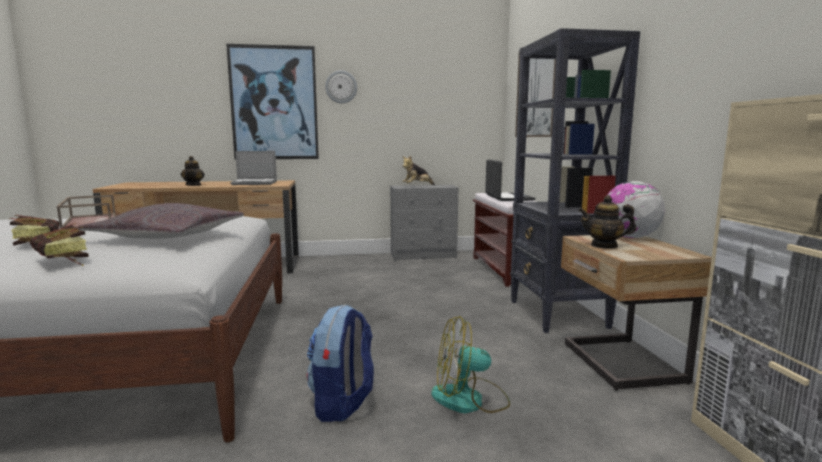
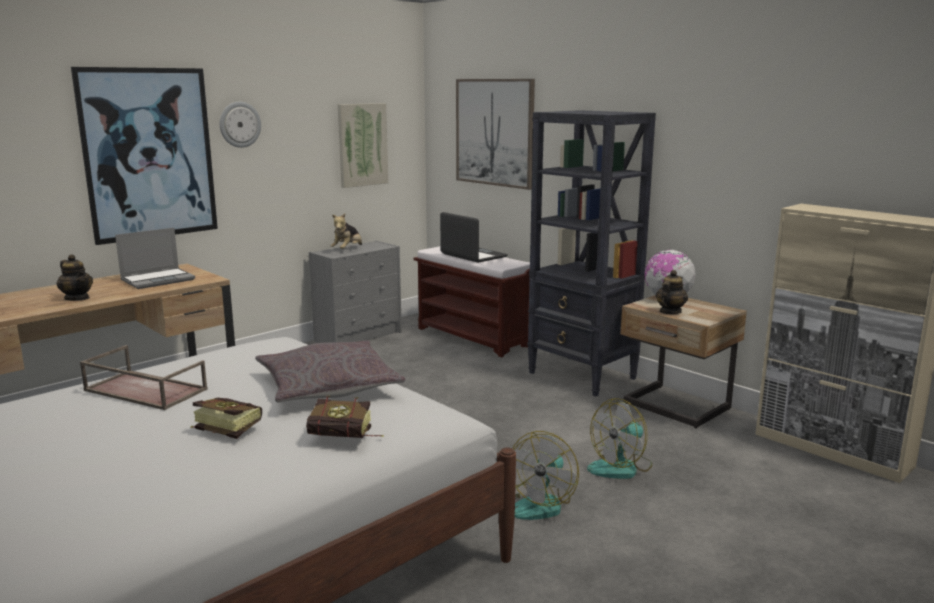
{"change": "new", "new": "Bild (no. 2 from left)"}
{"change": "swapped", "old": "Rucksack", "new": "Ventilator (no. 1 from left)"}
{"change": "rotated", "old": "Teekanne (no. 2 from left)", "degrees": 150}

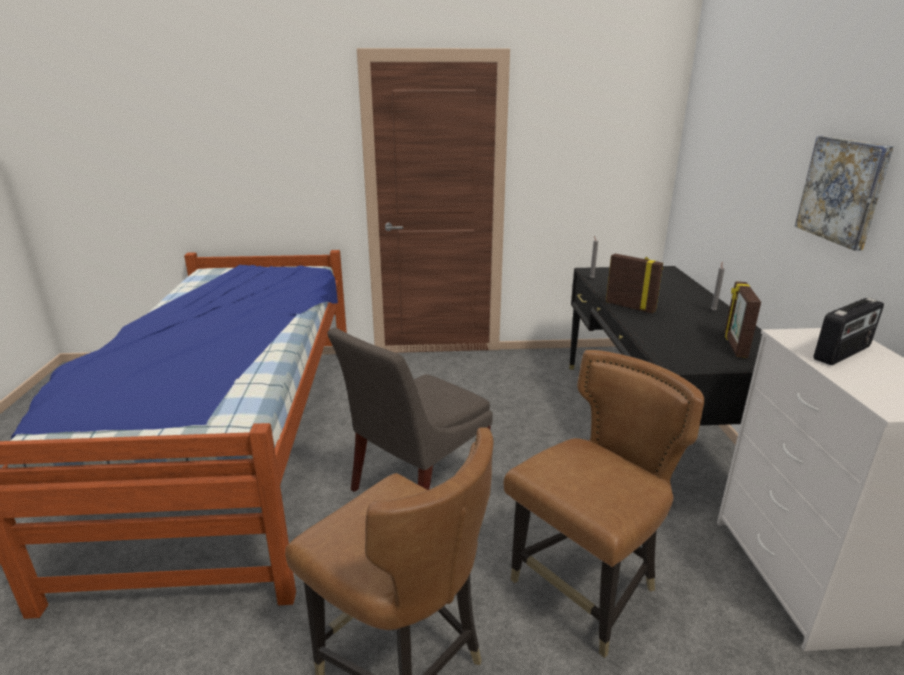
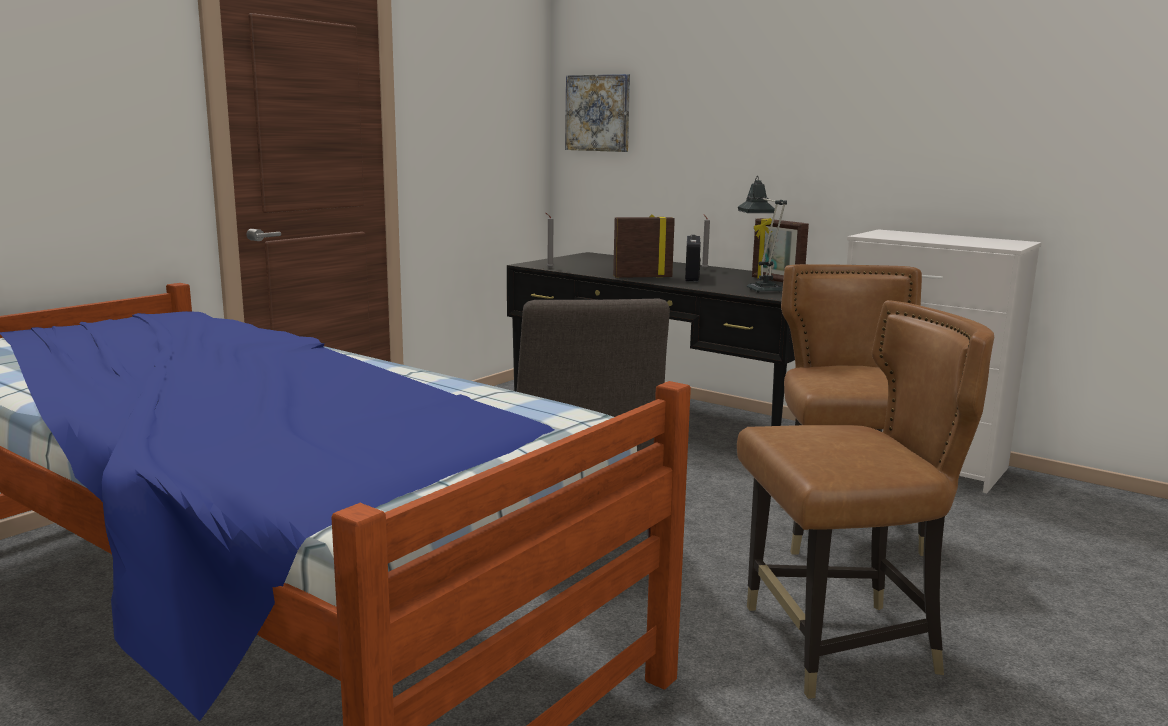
{"change": "shifted", "old": "Bild"}
{"change": "shifted", "old": "Radio"}
{"change": "new", "new": "Tischlampe"}

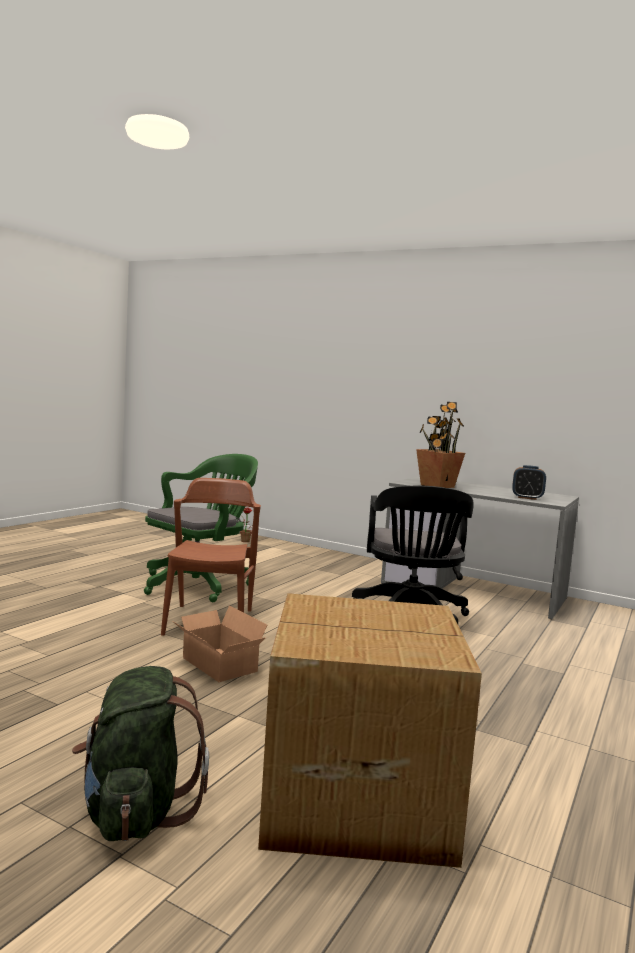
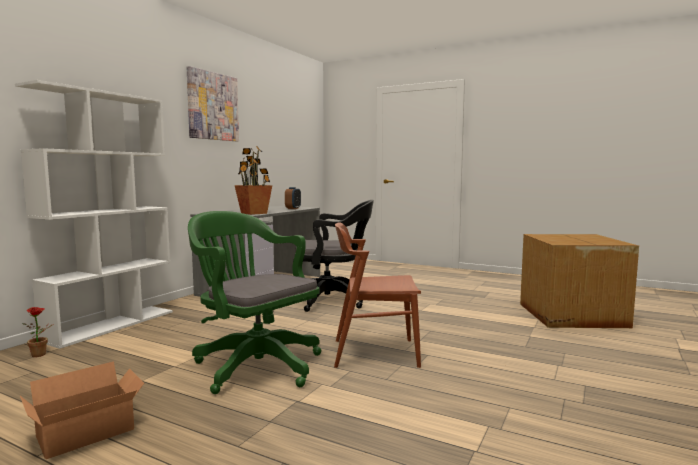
{"change": "new", "new": "Bücherregal (weiß)"}
{"change": "shifted", "old": "Karton (no. 1 from left)"}
{"change": "new", "new": "Bild"}
{"change": "gone", "old": "Rucksack (grün)"}

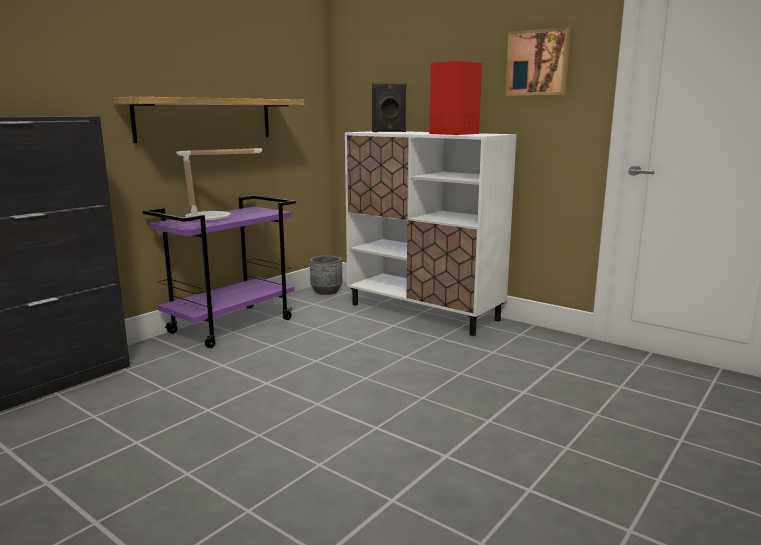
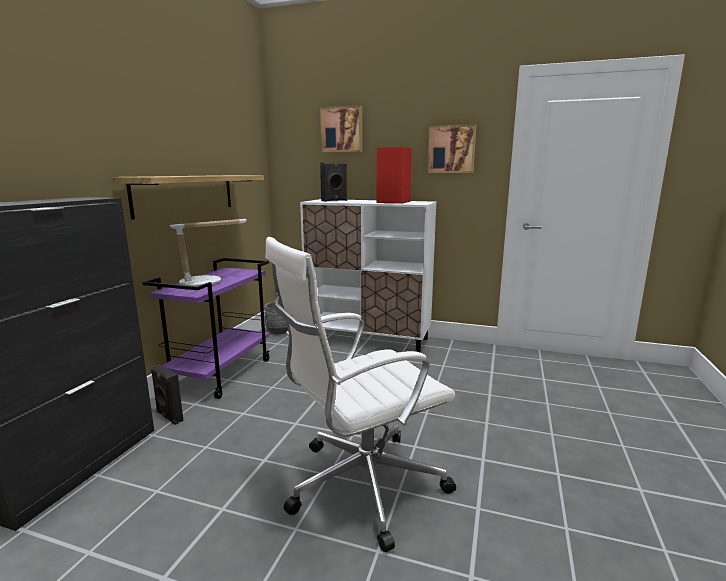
{"change": "new", "new": "Lautsprecher (schwarz) (no. 1 from left)"}
{"change": "new", "new": "Bürostuhl (weiß)"}
{"change": "new", "new": "Bild (no. 1 from left)"}

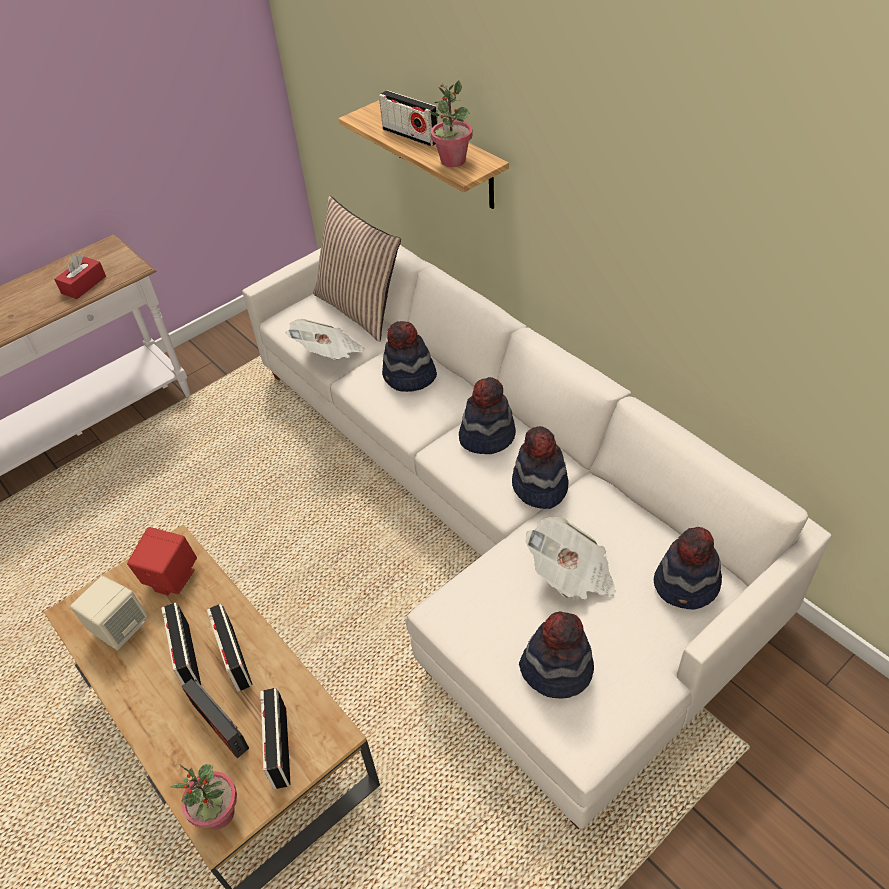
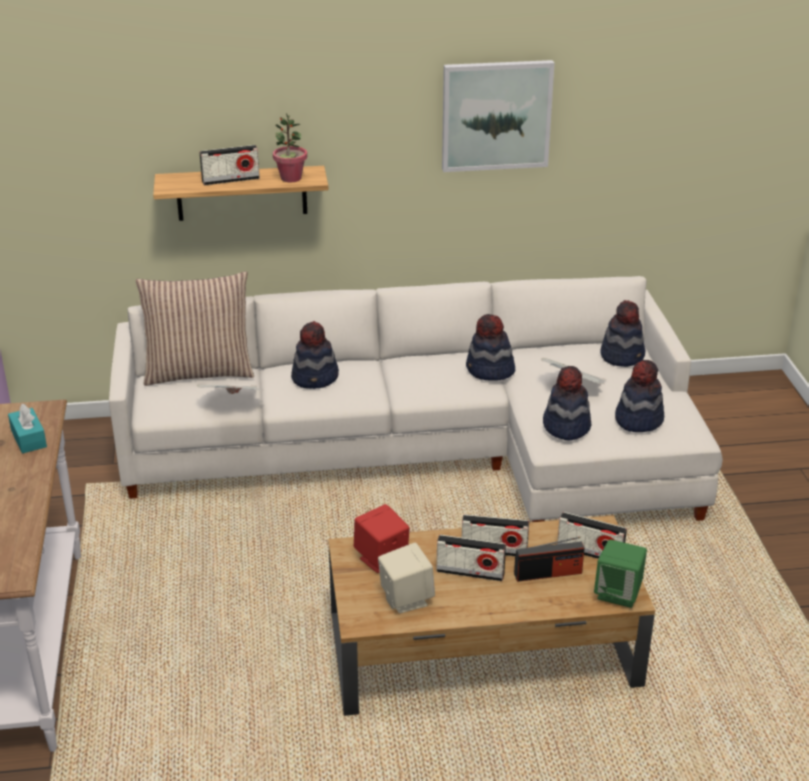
{"change": "repainted", "old": "Taschentuchbox (rot)", "new": "Taschentuchbox (türkis)"}
{"change": "new", "new": "Bild"}
{"change": "shifted", "old": "Hut (no. 2 from left in the first image)", "new": "Hut (no. 3 from left)"}
{"change": "swapped", "old": "Topfpflanze (no. 1 from left)", "new": "Lautsprecher (grün)"}

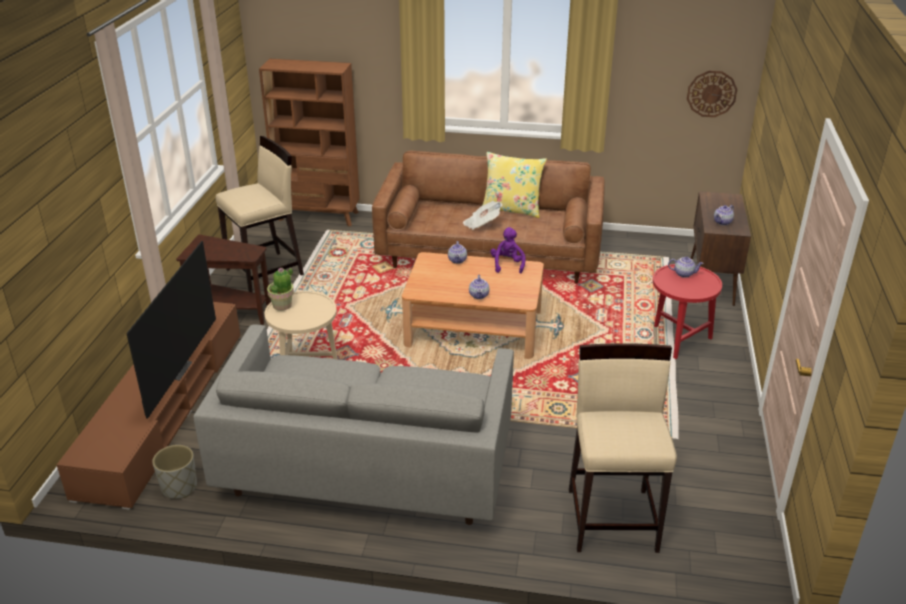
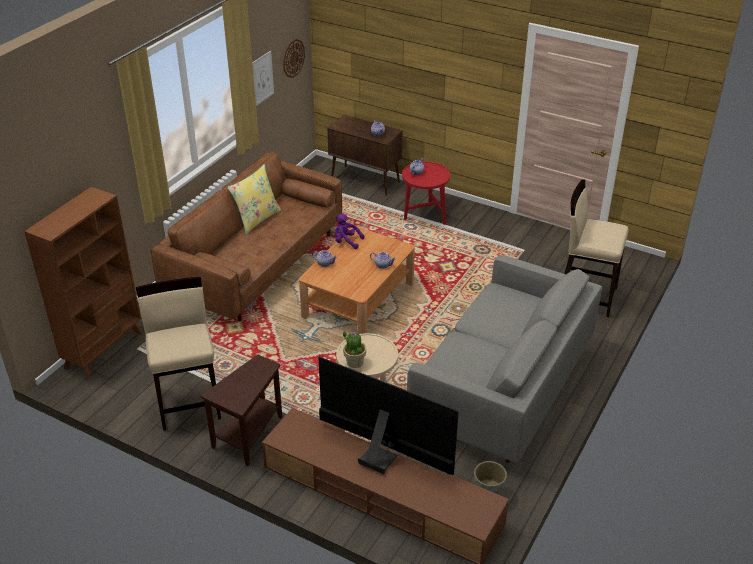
{"change": "new", "new": "Bild"}
{"change": "gone", "old": "Zeitung"}

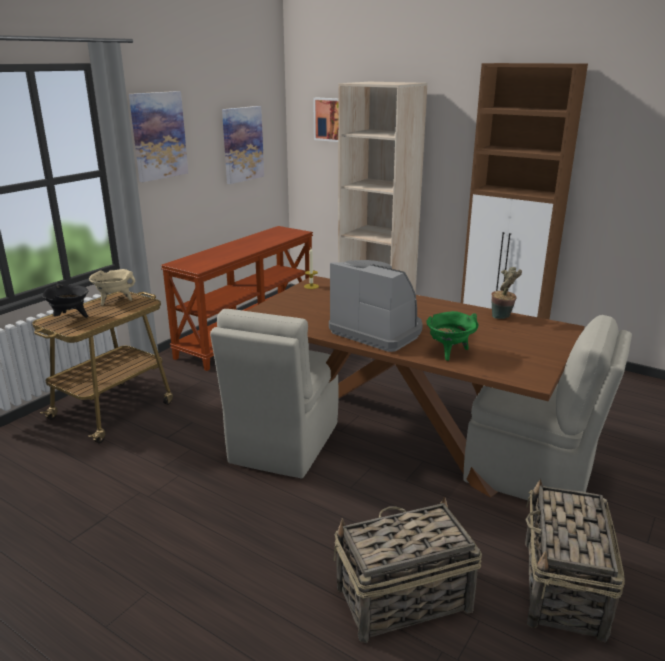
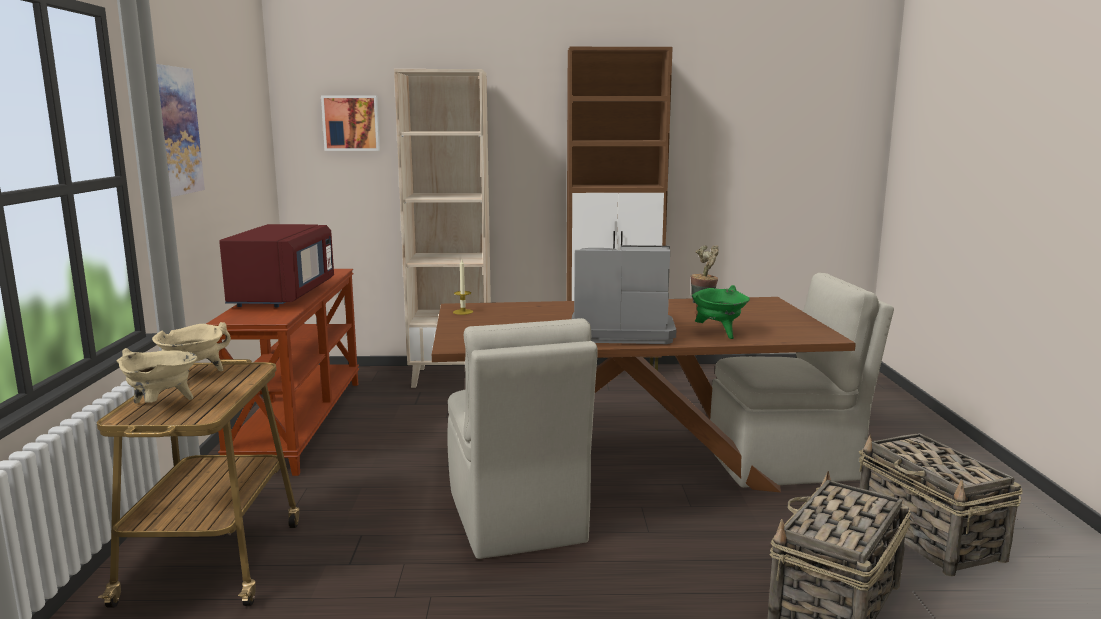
{"change": "repainted", "old": "Kochtopf (schwarz)", "new": "Kochtopf (beige) (no. 1 from left)"}
{"change": "new", "new": "Mikrowelle (rot)"}
{"change": "gone", "old": "Bild (no. 2 from left)"}

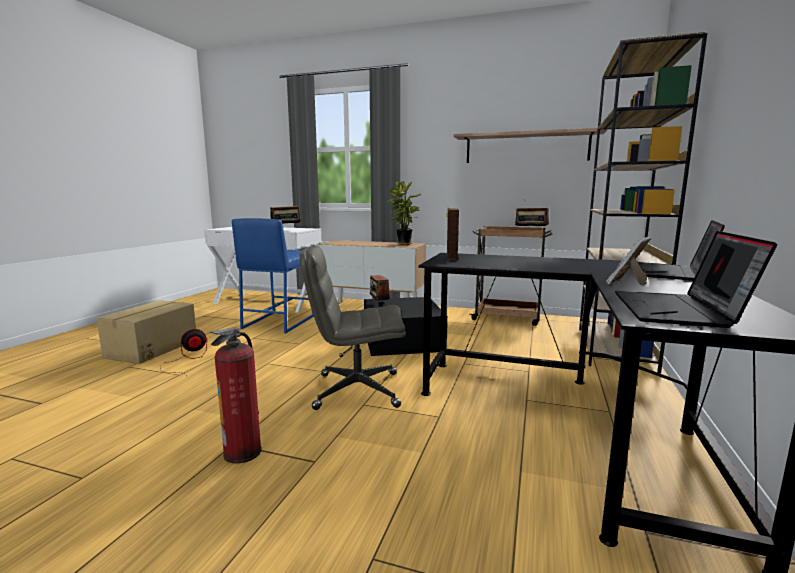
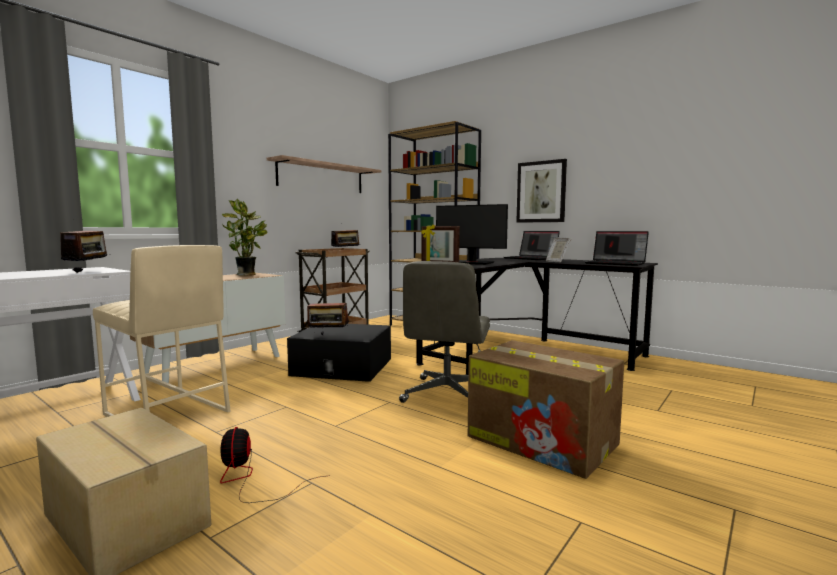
{"change": "repainted", "old": "Hocker (blau)", "new": "Hocker (beige)"}
{"change": "new", "new": "Monitor"}
{"change": "swapped", "old": "Feuerlöscher", "new": "Karton (no. 2 from left)"}
{"change": "new", "new": "Bild"}

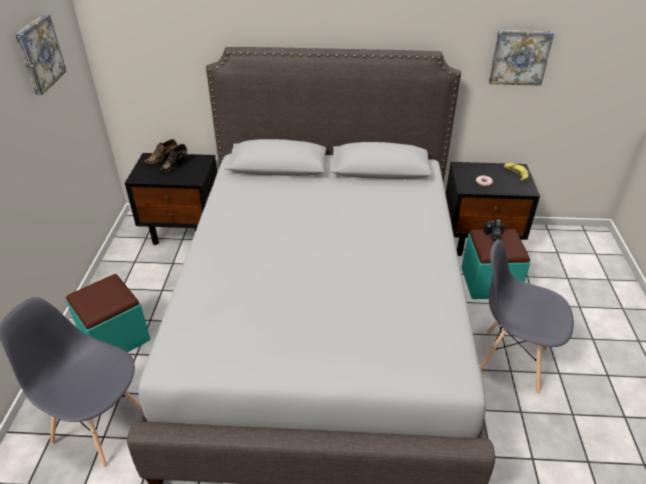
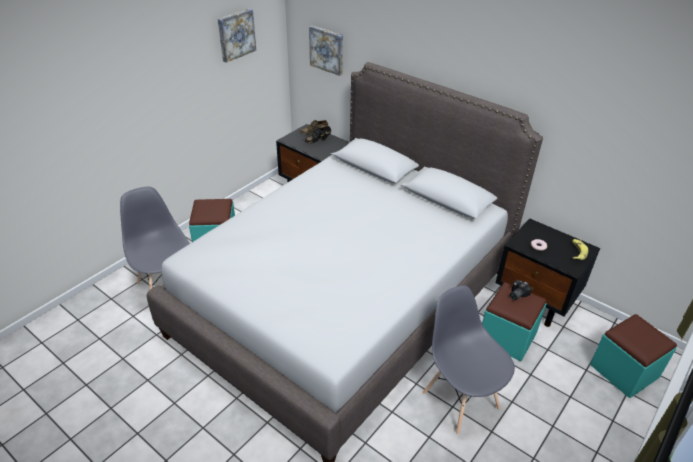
{"change": "shifted", "old": "Bild (no. 2 from left)"}
{"change": "new", "new": "Polsterhocker (türkis) (no. 3 from left)"}

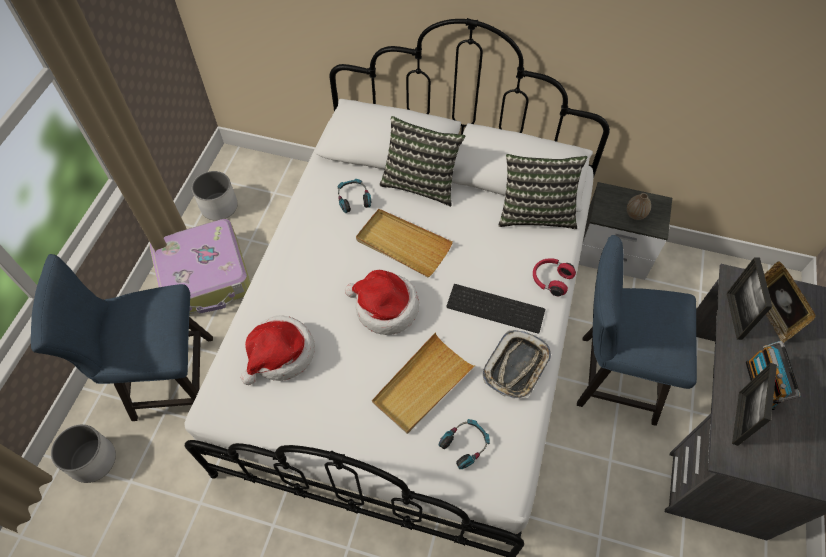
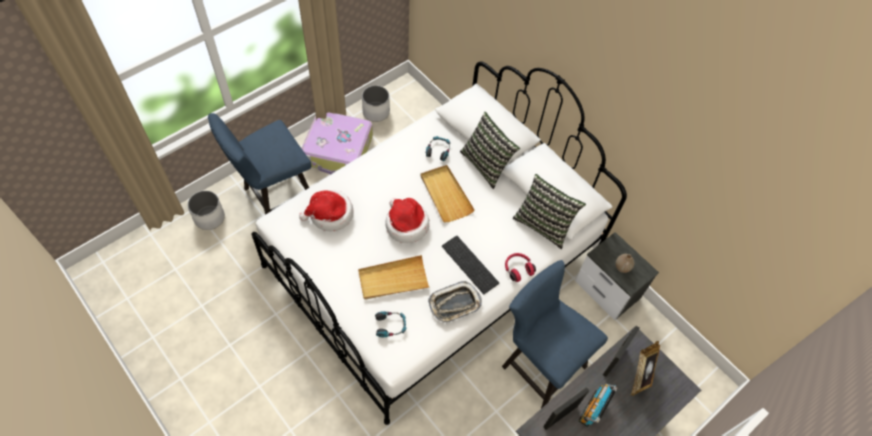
{"change": "rotated", "old": "Stuhl (blau) (no. 1 from left)", "degrees": -60}

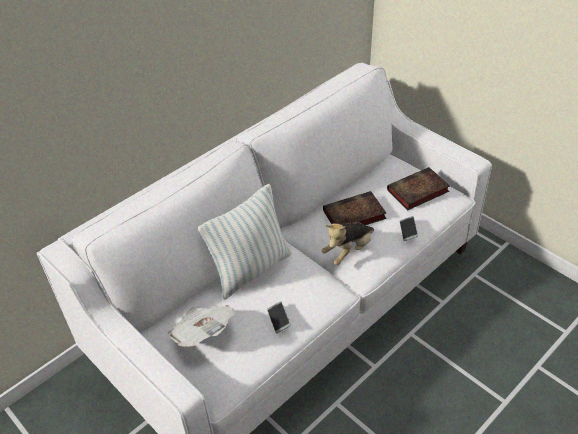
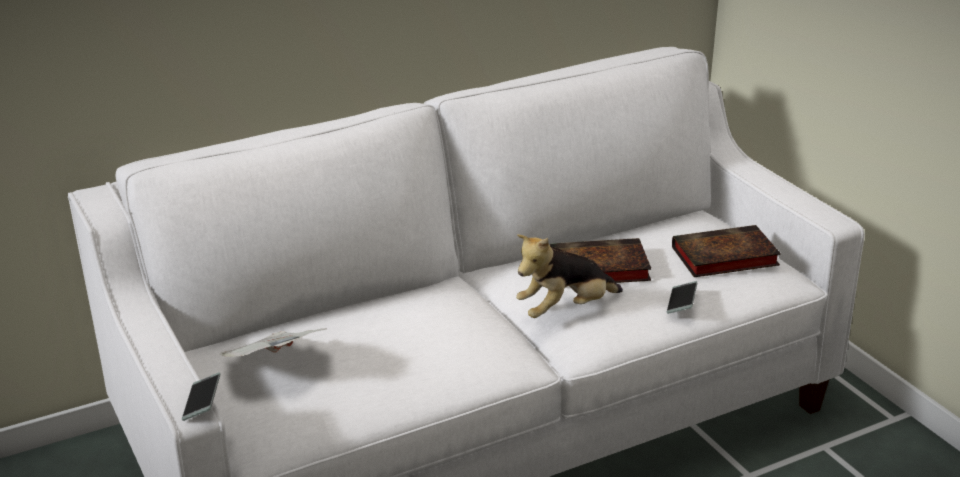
{"change": "shifted", "old": "Handy (no. 1 from left)"}
{"change": "gone", "old": "Kissen"}

